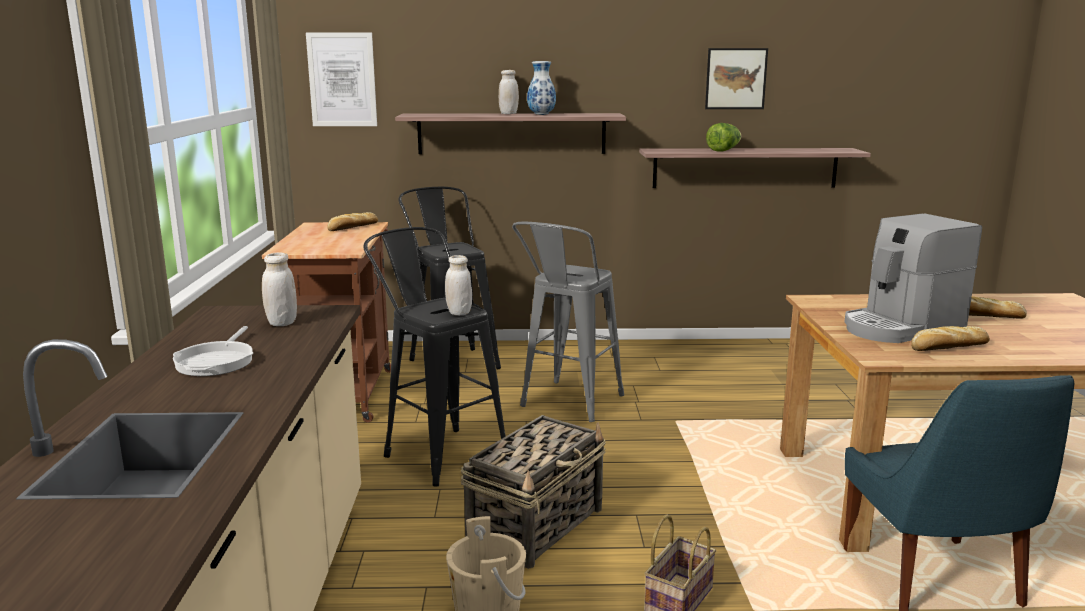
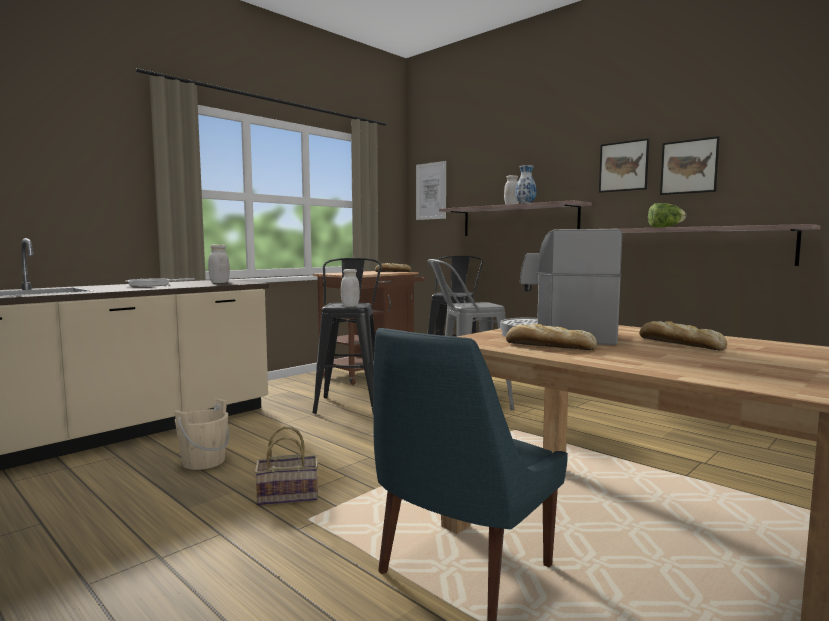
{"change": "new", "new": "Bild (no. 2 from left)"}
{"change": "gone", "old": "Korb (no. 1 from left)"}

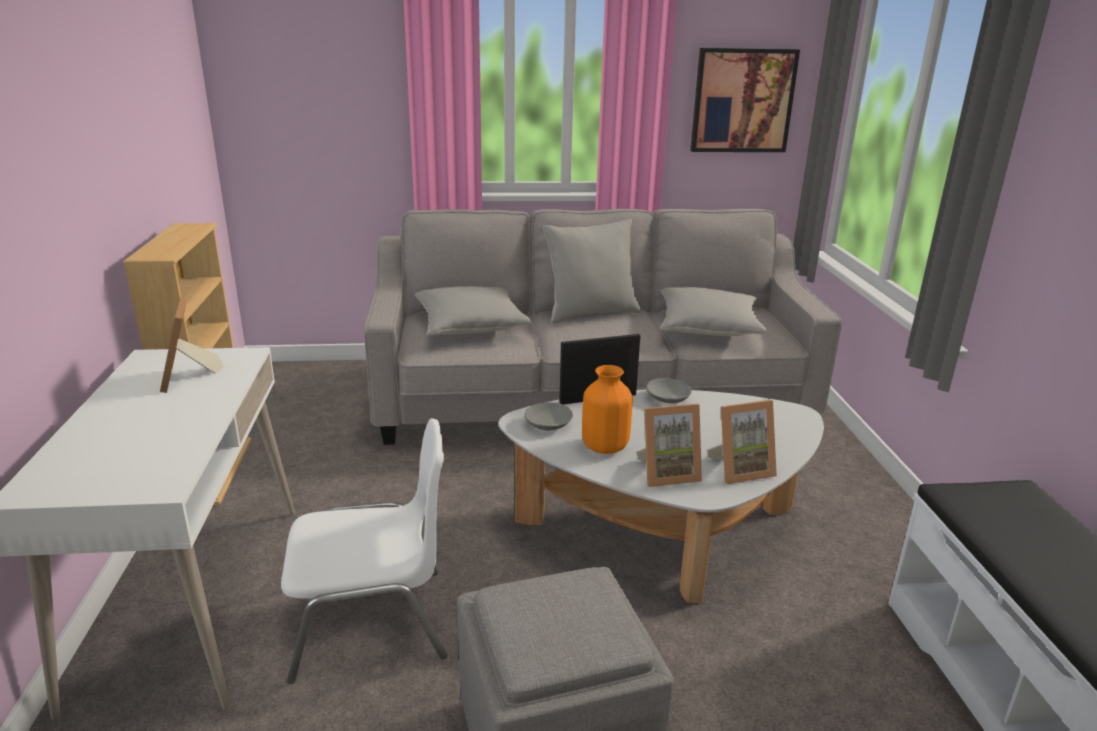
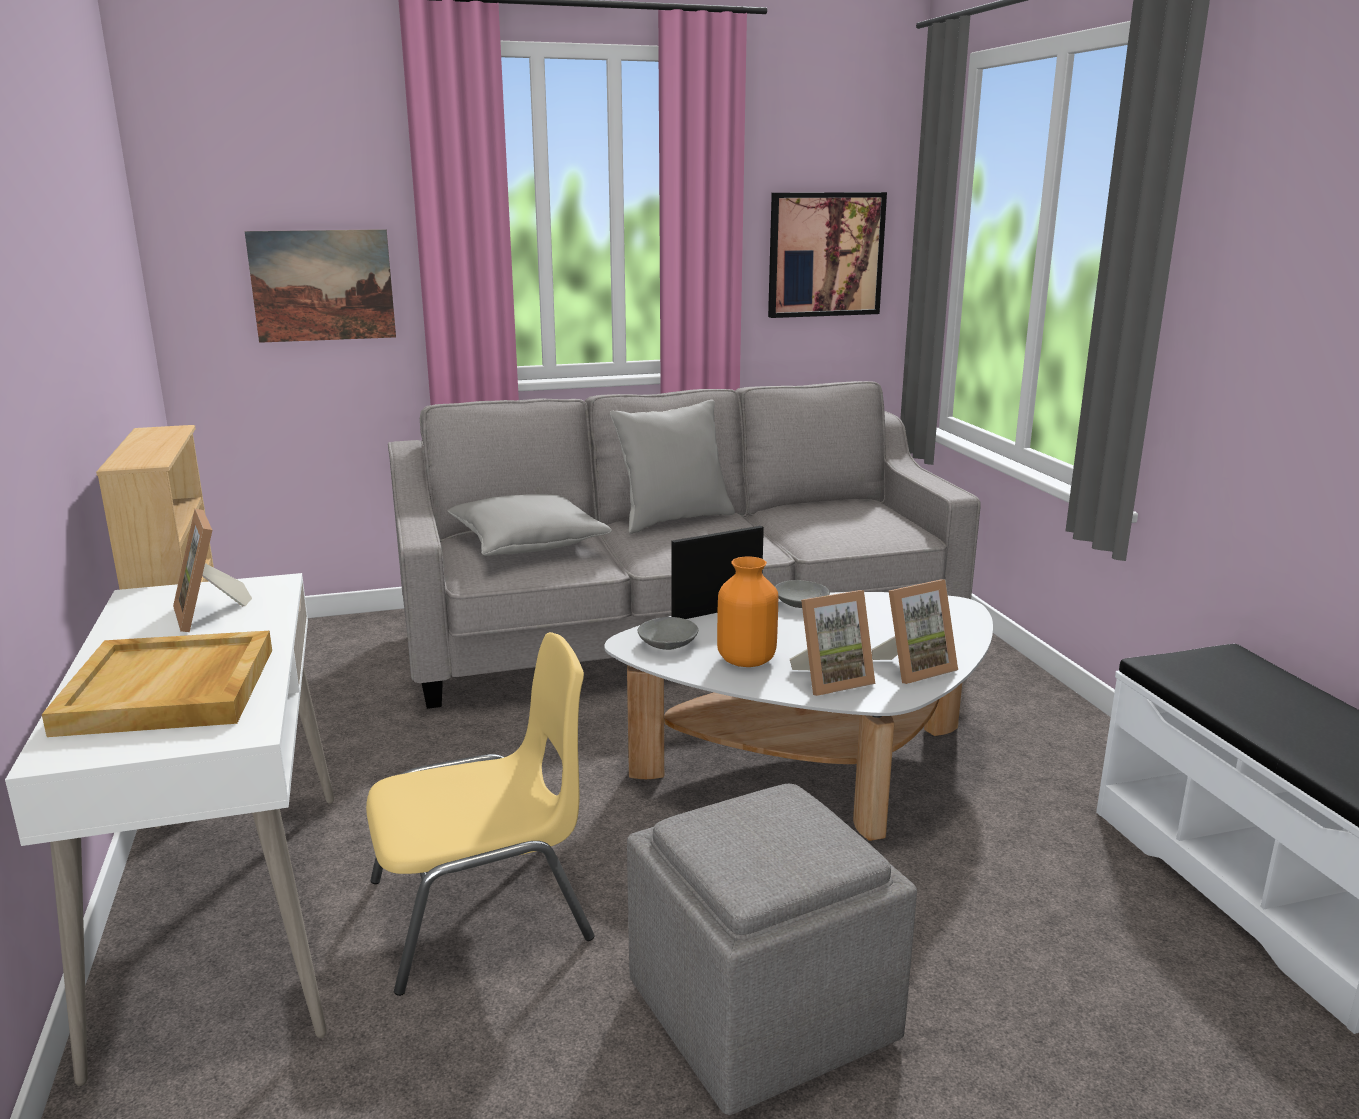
{"change": "new", "new": "Tablett (beige)"}
{"change": "new", "new": "Bild (no. 1 from left)"}
{"change": "repainted", "old": "Stuhl (weiß)", "new": "Stuhl (gelb)"}
{"change": "gone", "old": "Kissen (grau) (no. 3 from left)"}

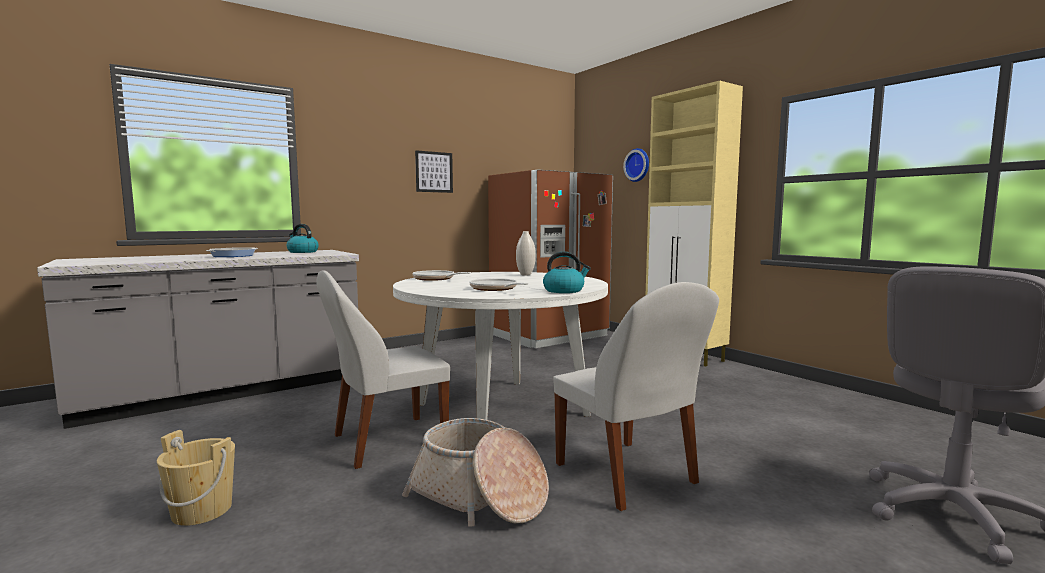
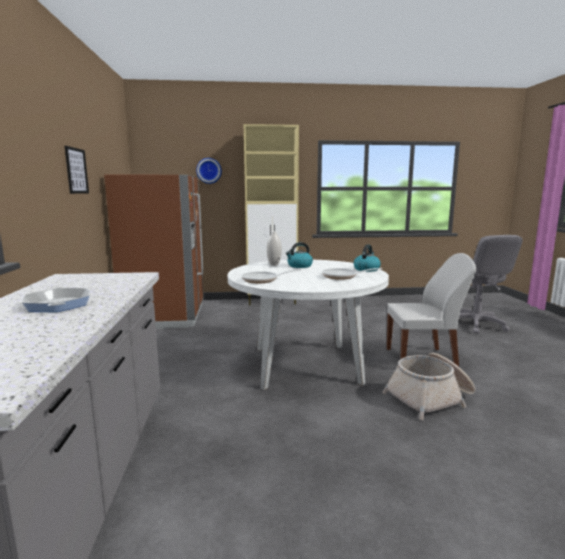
{"change": "shifted", "old": "Wasserkessel (no. 1 from left)"}
{"change": "gone", "old": "Eimer (beige)"}
{"change": "gone", "old": "Stuhl (weiß) (no. 1 from left)"}

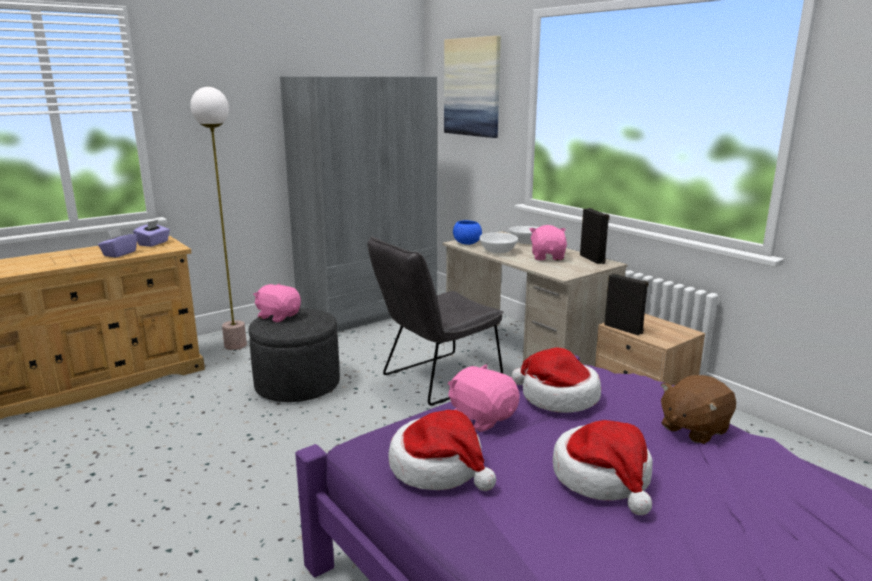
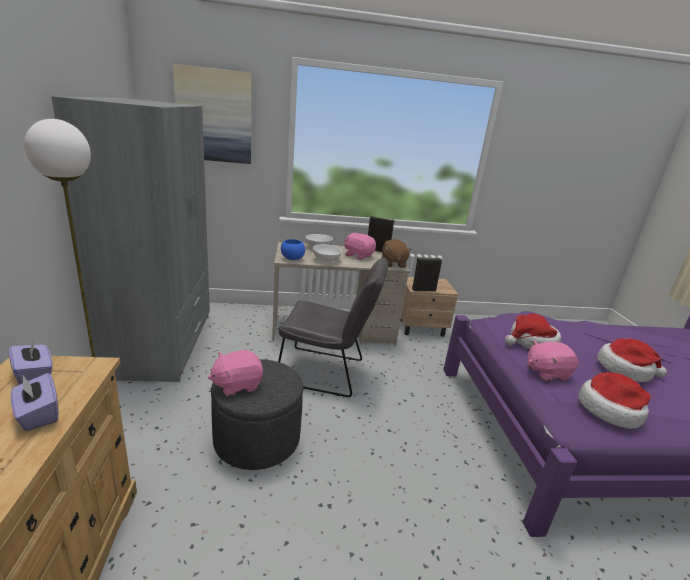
{"change": "rotated", "old": "Stuhl (grau)", "degrees": -75}
{"change": "shifted", "old": "Plüschtier (braun)"}

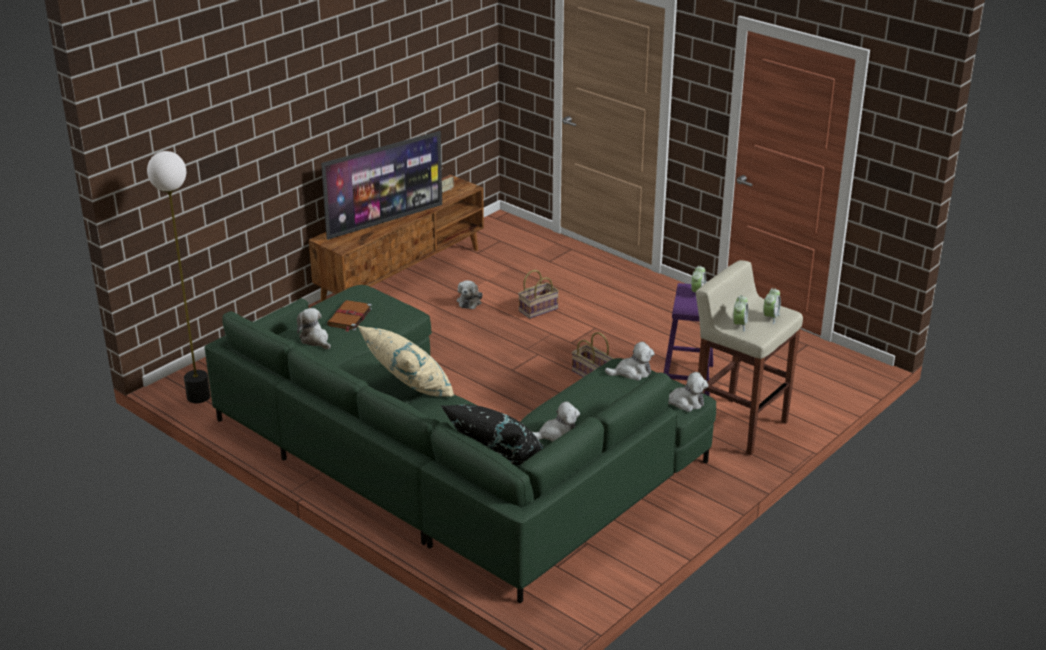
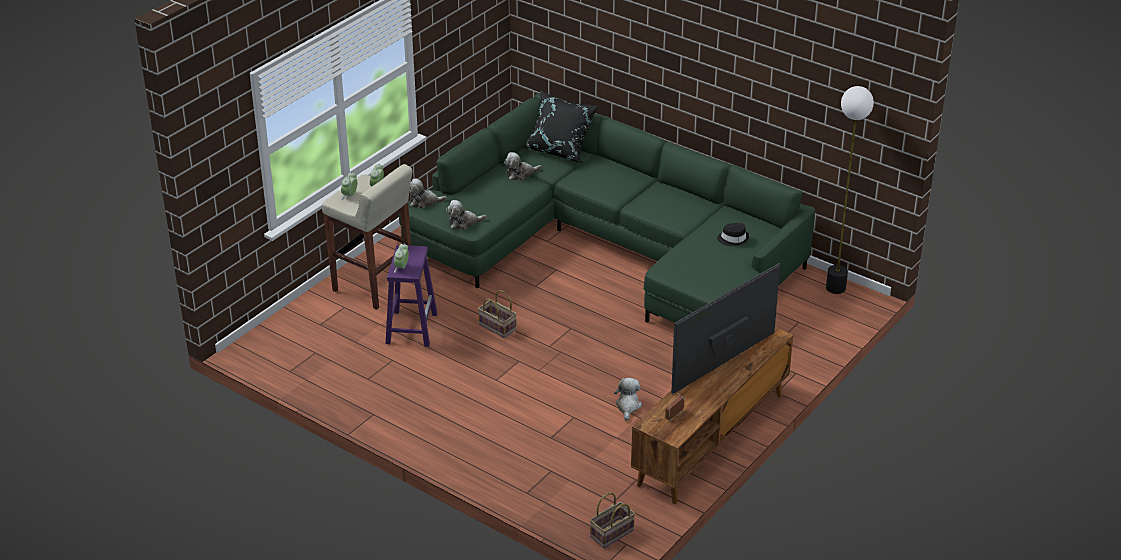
{"change": "shifted", "old": "Korb (no. 1 from left in the first image)", "new": "Korb (no. 2 from left)"}
{"change": "swapped", "old": "Plüschtier (no. 1 from left)", "new": "Hut (schwarz)"}
{"change": "gone", "old": "Buch (braun)"}
{"change": "gone", "old": "Kissen (beige)"}

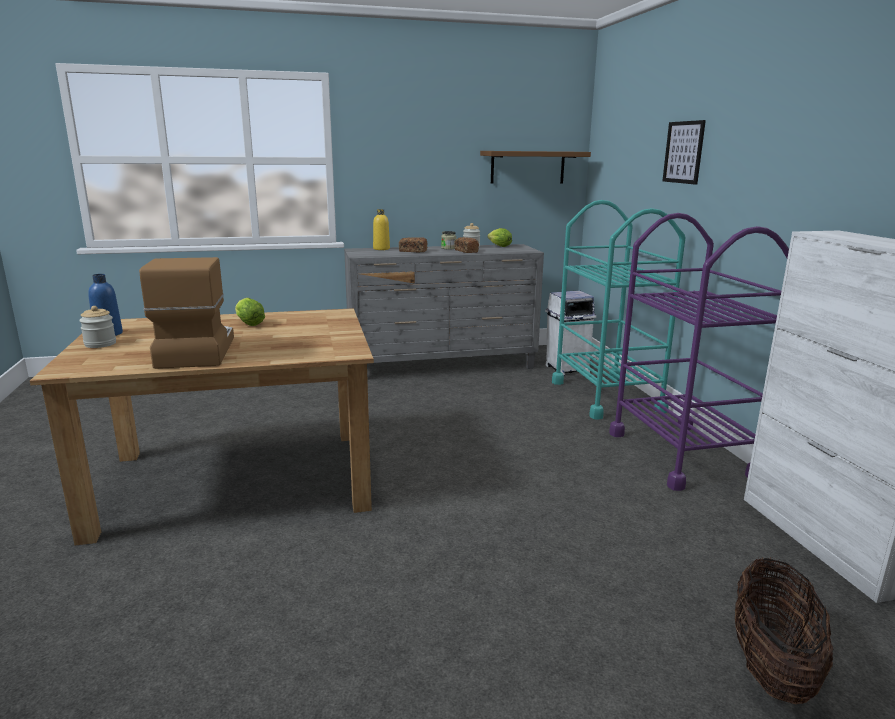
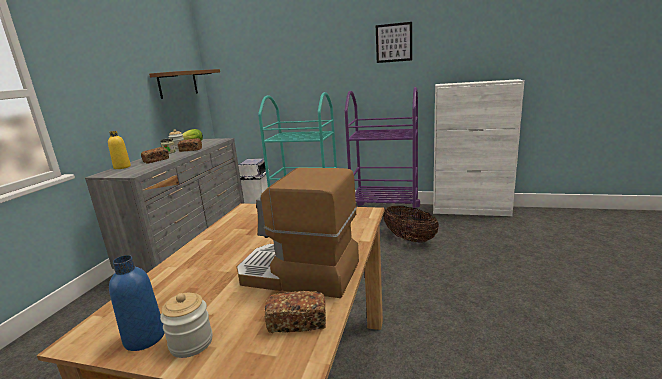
{"change": "new", "new": "Brot (no. 3 from left)"}
{"change": "shifted", "old": "Bild"}
{"change": "shifted", "old": "Korb"}
{"change": "gone", "old": "Salatkopf (no. 1 from left)"}

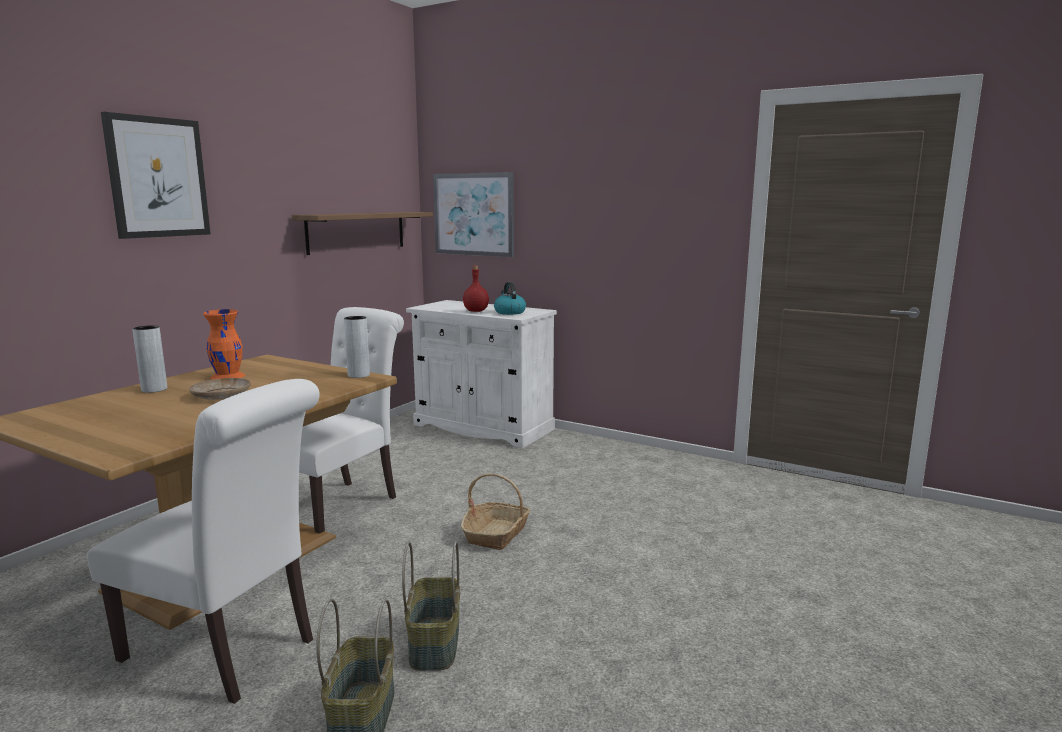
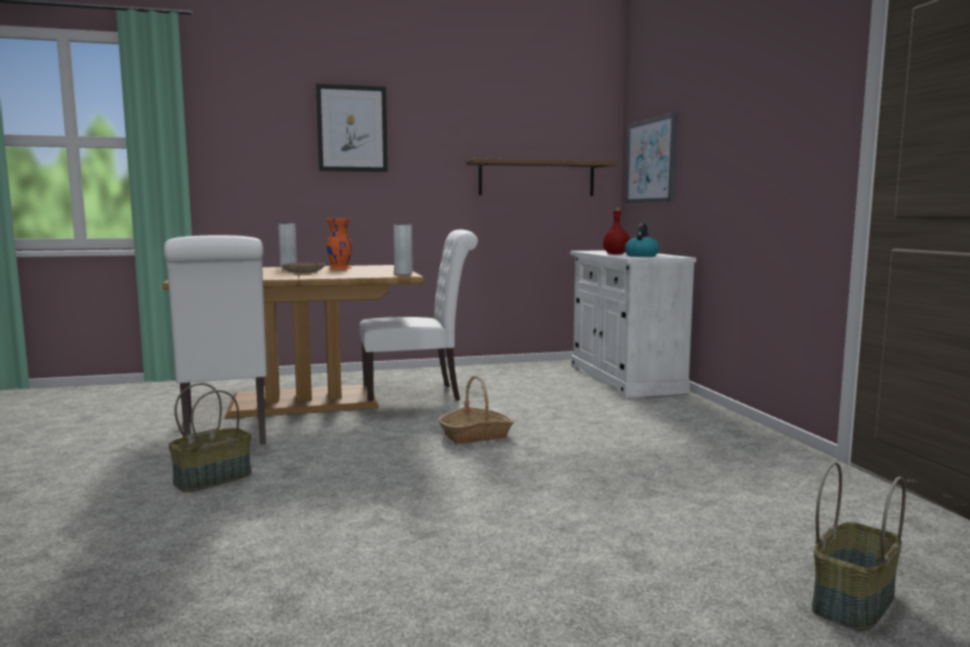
{"change": "shifted", "old": "Korb (no. 2 from left in the first image)", "new": "Korb (no. 3 from left)"}

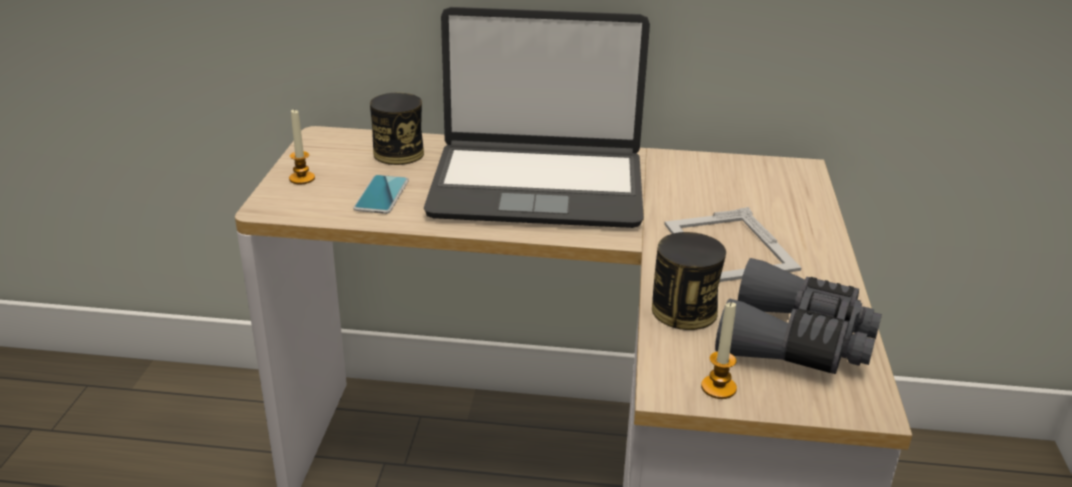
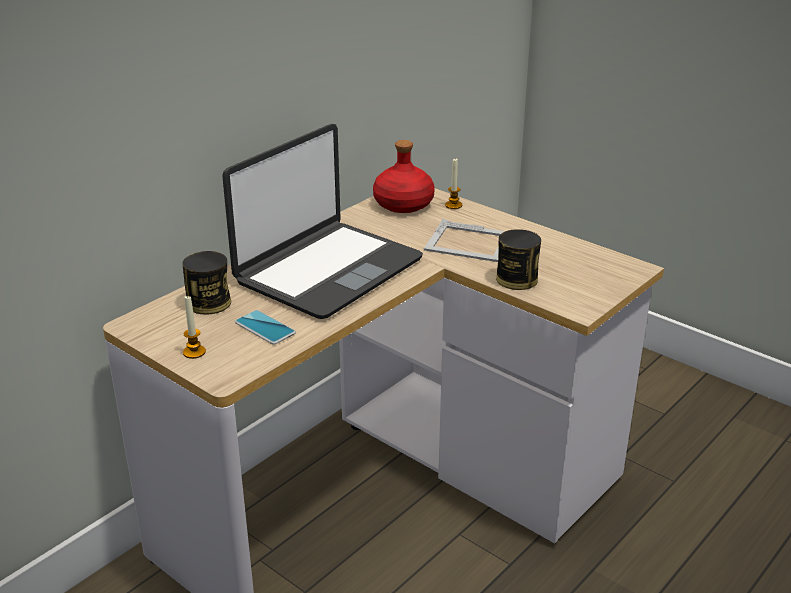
{"change": "new", "new": "Flasche (rot)"}
{"change": "shifted", "old": "Kerze (no. 2 from left)"}
{"change": "gone", "old": "Fernglas (grau)"}

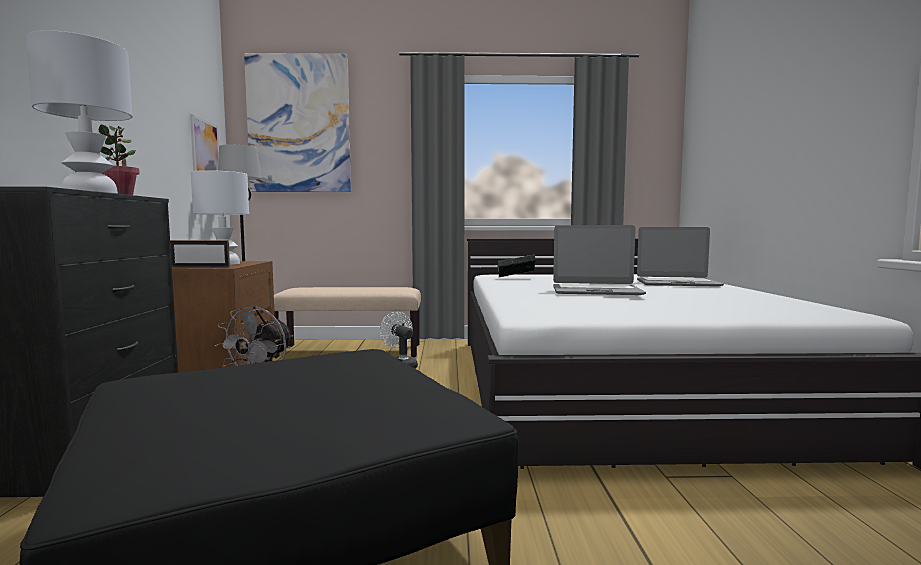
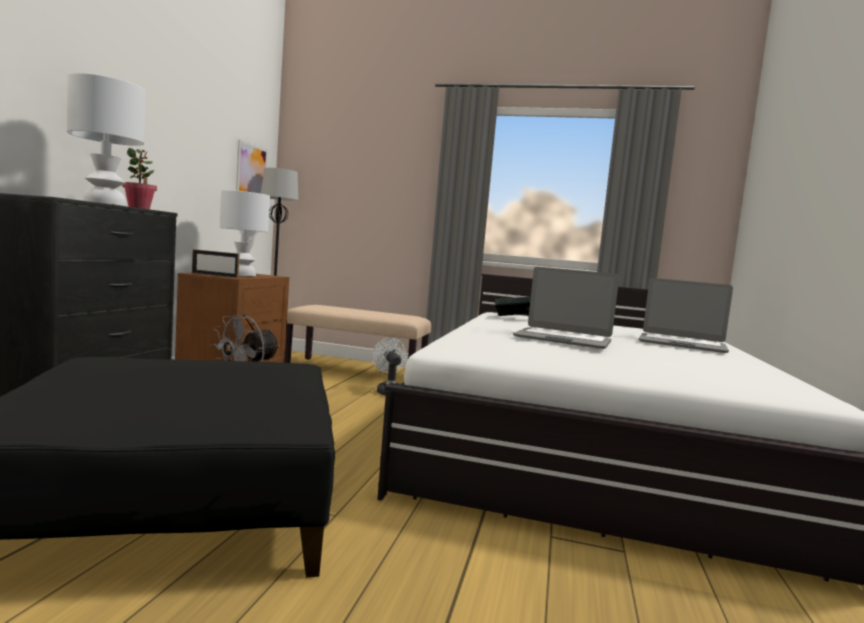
{"change": "gone", "old": "Bild (no. 2 from left)"}

